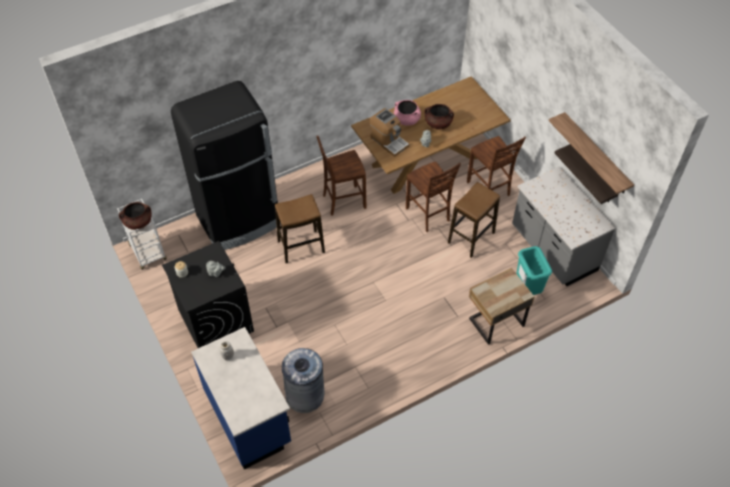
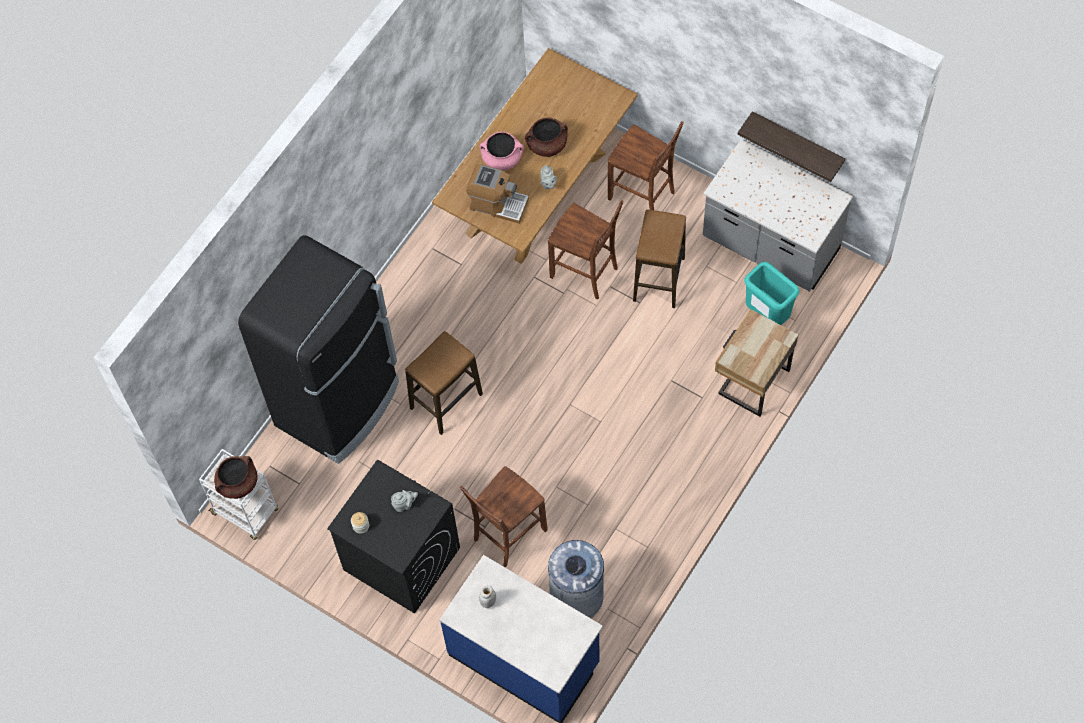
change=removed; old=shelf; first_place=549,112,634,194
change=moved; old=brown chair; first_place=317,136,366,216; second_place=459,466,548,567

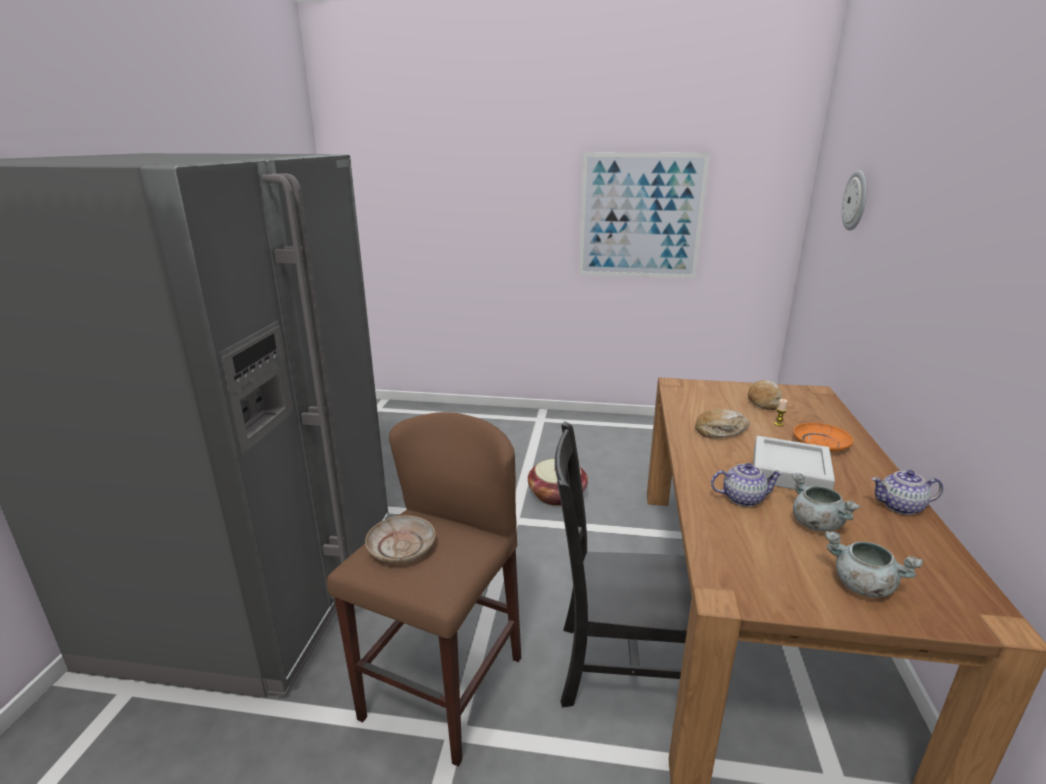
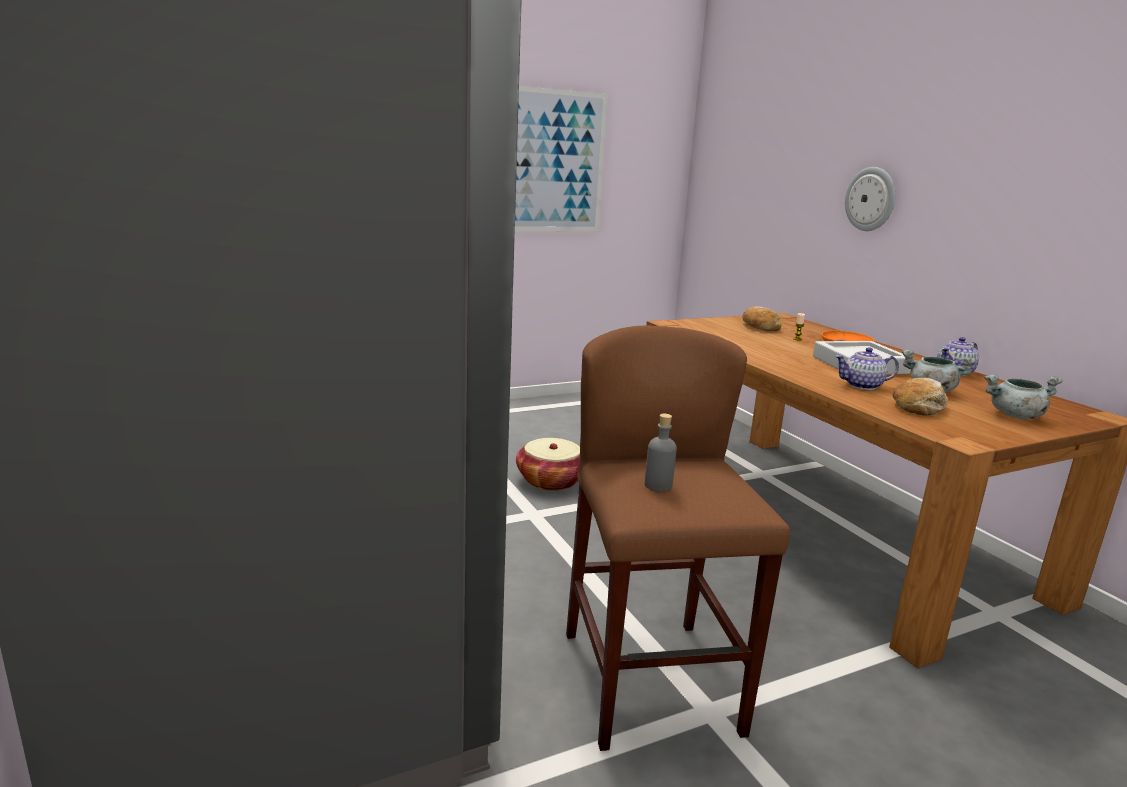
change=moved; old=wall clock; first_place=842,170,867,231; second_place=845,167,895,231
change=moved; old=bread; first_place=695,409,749,438; second_place=893,377,948,416
change=removed; old=black chair; first_place=555,421,692,707
change=turned; old=teapot; first_place=711,463,783,506; second_place=835,347,899,390; degrees=-150
change=replaced; old=beige plate; new=grey bottle; first_place=365,515,436,563; second_place=644,414,677,492

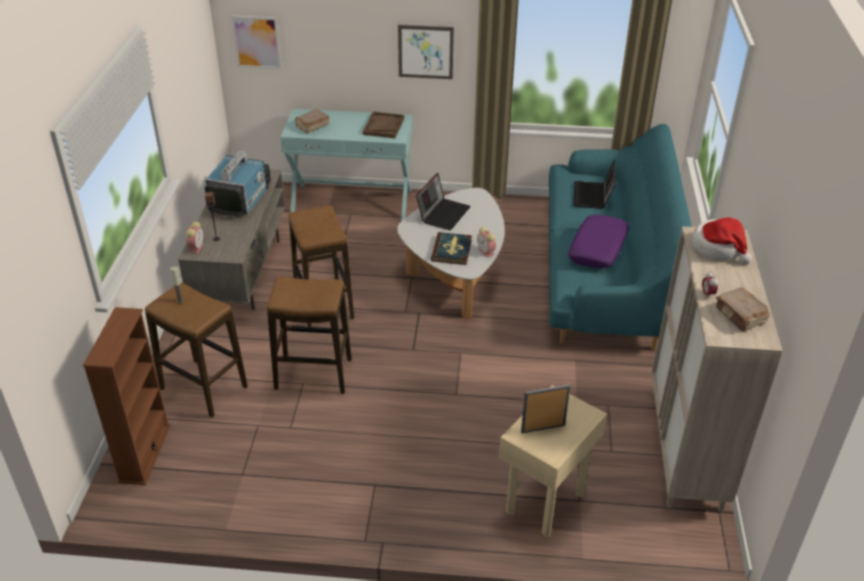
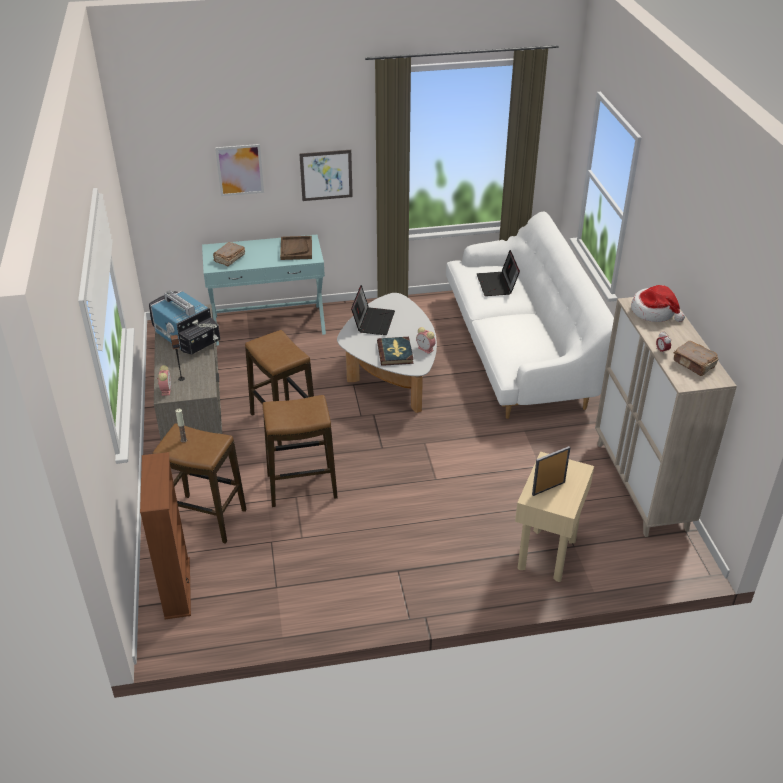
change=moved; old=picture; first_place=231,15,282,69; second_place=215,144,264,196
change=recoloured; old=turquoise sofa; new=white sofa; first_place=549,124,692,350; second_place=446,212,614,419
change=turned; old=television; first_place=205,151,271,217; second_place=149,290,220,354; degrees=135
change=removed; old=purple pillow; first_place=568,215,629,268

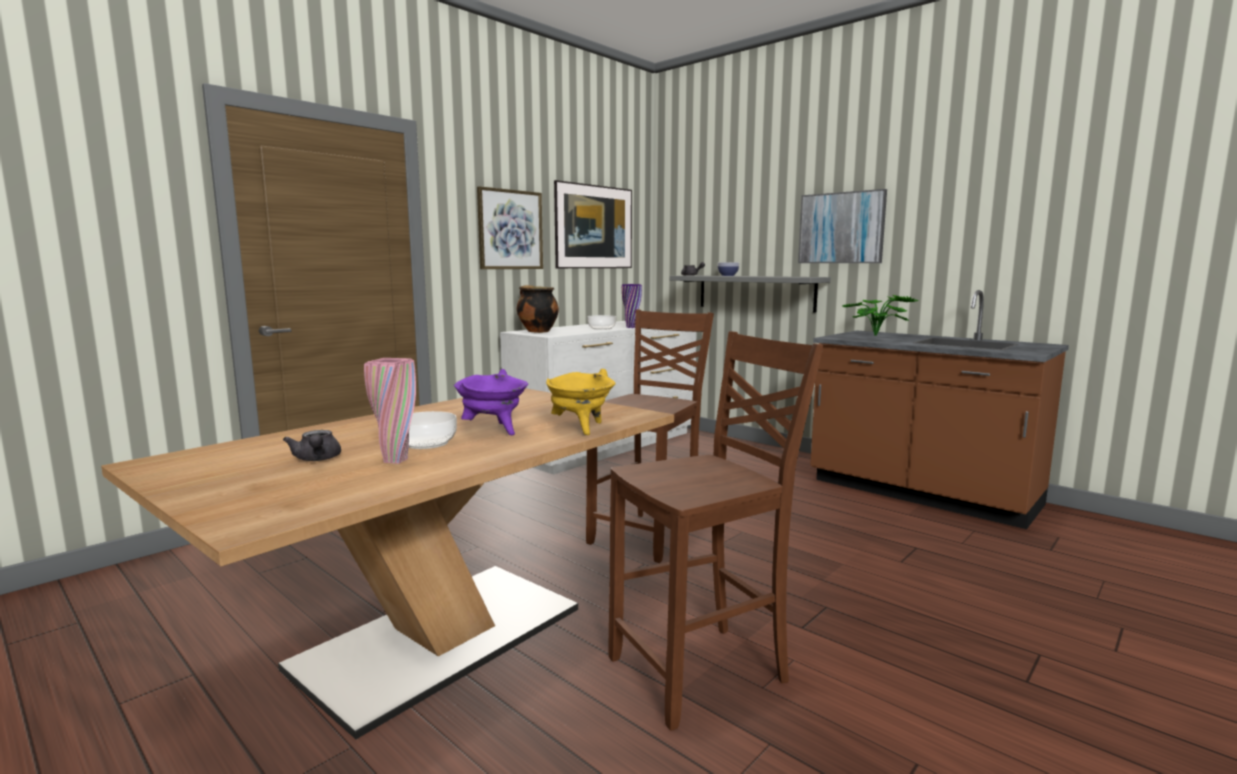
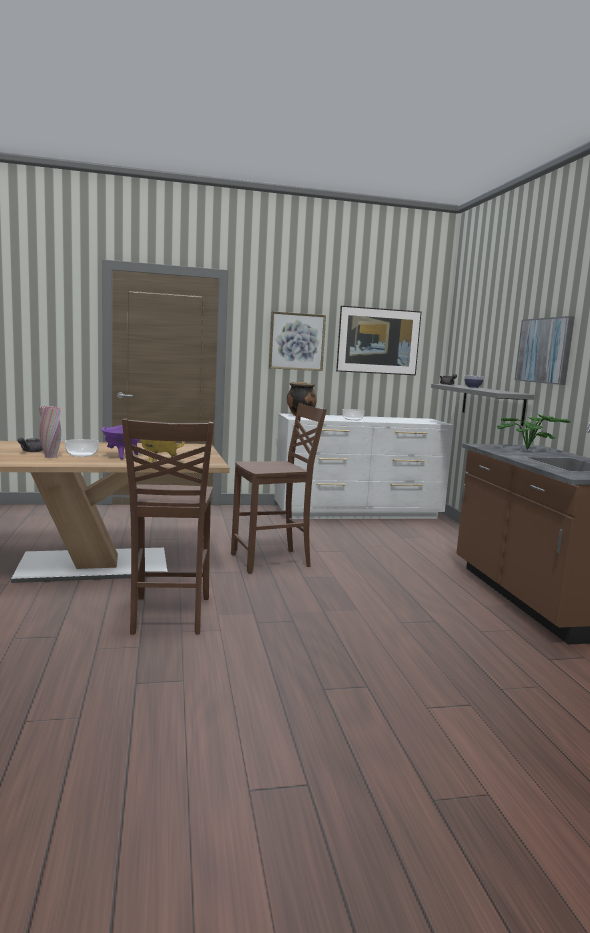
change=removed; old=purple vase; first_place=622,284,642,328
change=turned; old=brown chair; first_place=609,331,823,731; second_place=122,418,214,635; degrees=75

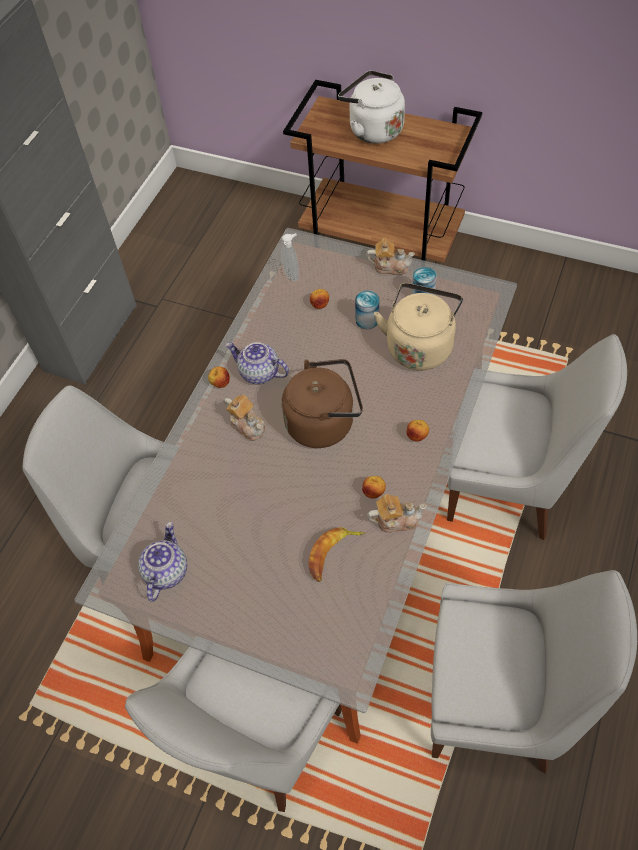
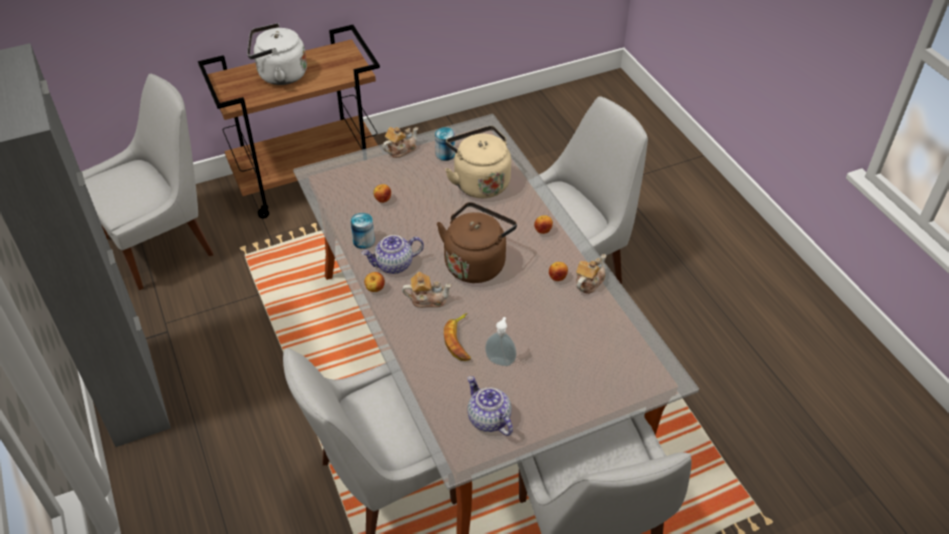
change=moved; old=soap dispenser; first_place=281,233,299,282; second_place=485,317,517,366
change=moved; old=can; first_place=355,290,379,329; second_place=350,213,375,249
change=moved; old=banana; first_place=308,527,366,582; second_place=444,313,471,361
change=moved; old=white chair; first_place=431,570,637,774; second_place=82,74,213,290

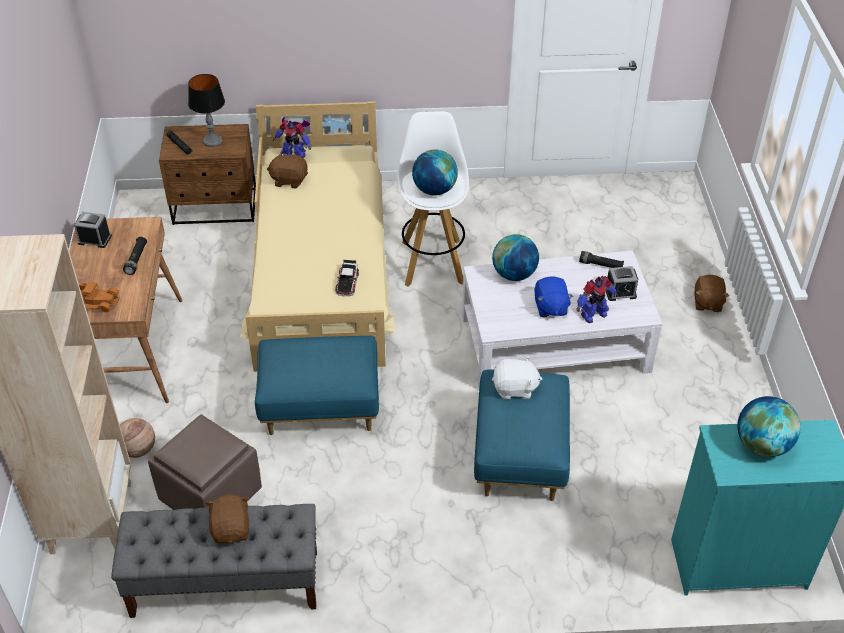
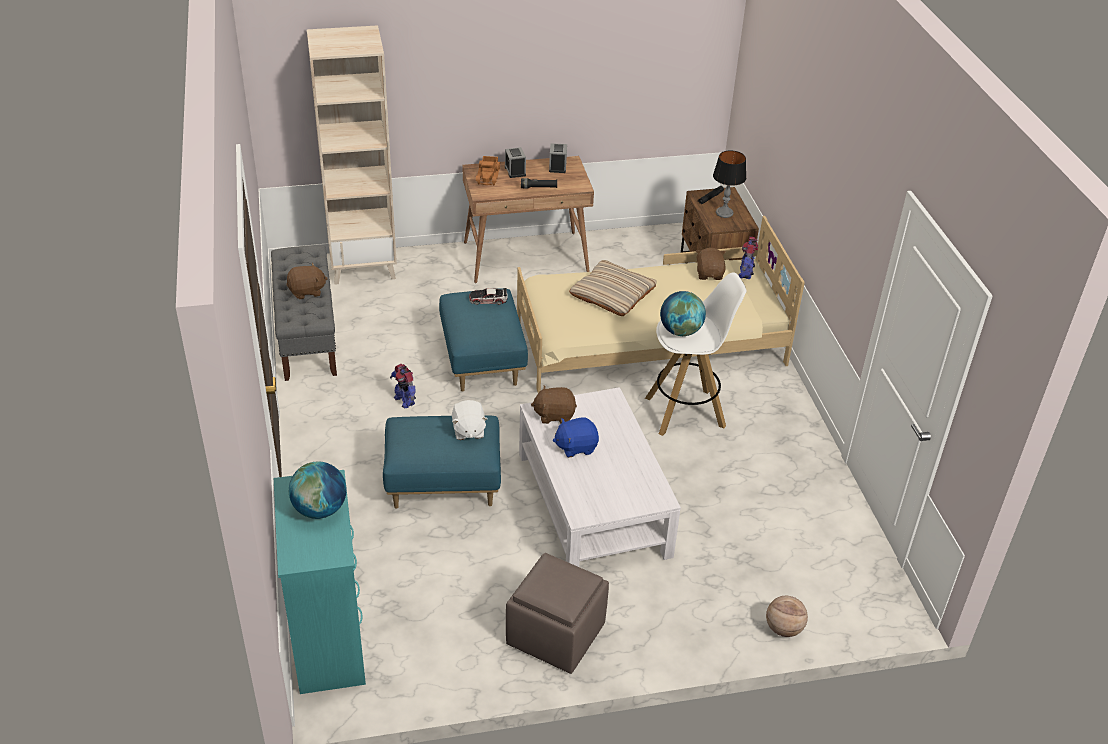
change=removed; old=globe; first_place=492,234,539,281
change=removed; old=black flashlight; first_place=579,251,624,268
change=moved; old=toy car; first_place=336,260,359,296; second_place=469,288,508,305
change=moved; old=alarm clock; first_place=605,266,638,301; second_place=505,147,526,178
change=moved; old=brown plush toy; first_place=694,275,729,312; second_place=531,385,577,424
change=moved; old=toy robot; first_place=577,276,618,323; second_place=390,364,416,408
change=moved; old=brown ottoman; first_place=148,414,262,510; second_place=506,553,609,674
change=moved; old=basketball; first_place=120,418,155,458; second_place=766,596,808,637
change=added; new=beige pillow; second_place=569,260,657,316

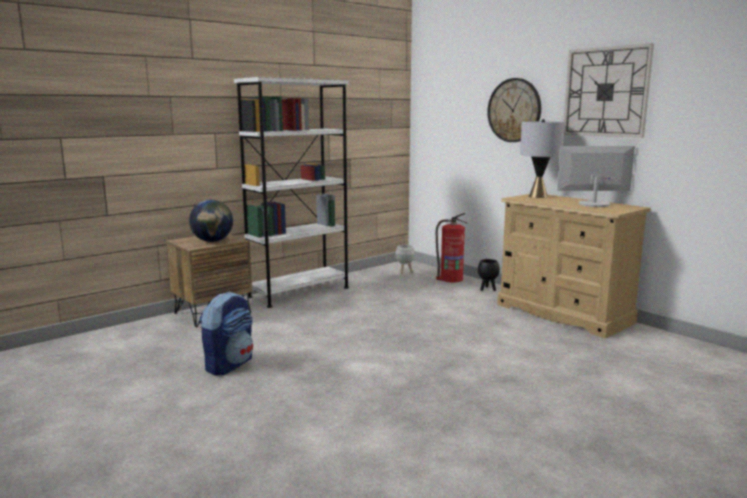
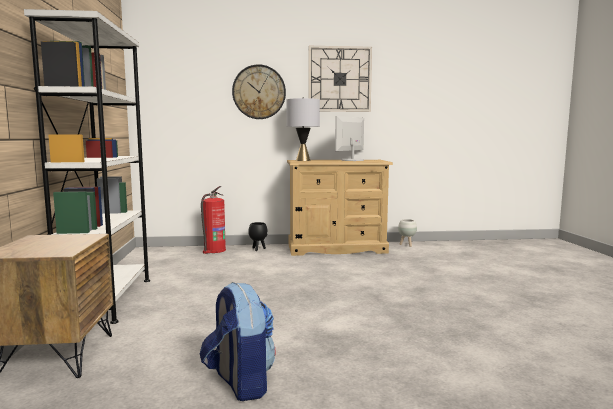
change=removed; old=globe; first_place=189,200,233,242
change=moved; old=white planter; first_place=395,245,415,274; second_place=398,219,417,247

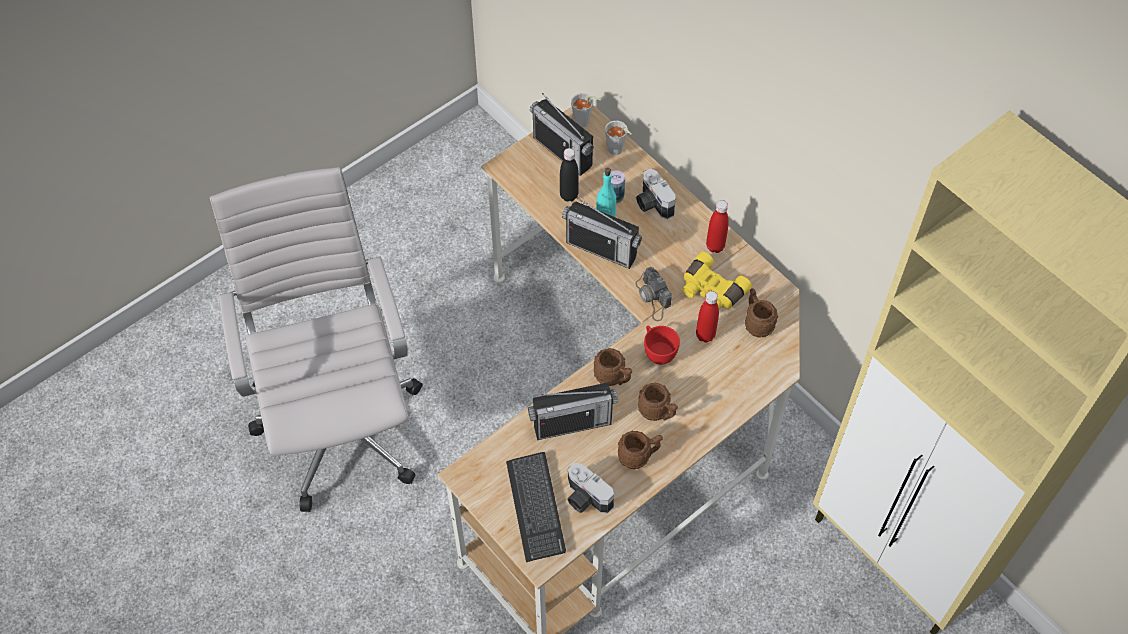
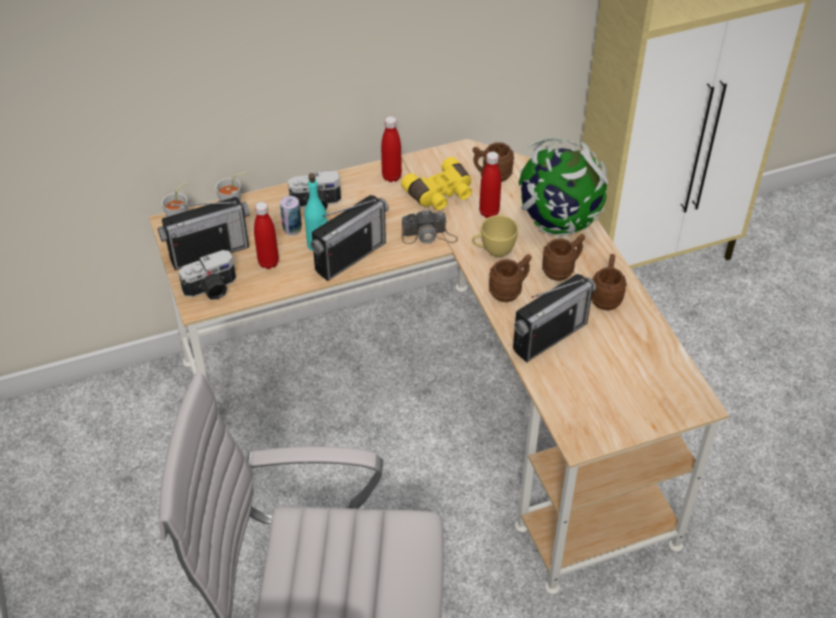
change=recoloured; old=black bottle; new=red bottle; first_place=560,148,579,202; second_place=254,202,279,269
change=recoloured; old=red cup; new=yellow cup; first_place=644,326,680,365; second_place=472,215,518,257
change=turned; old=radio; first_place=528,383,618,440; second_place=513,274,596,363; degrees=45
change=removed; old=keyboard; first_place=506,452,566,562
change=moved; old=photo camera; first_place=567,463,614,513; second_place=178,250,236,300
change=added; new=globe; second_place=519,137,608,236

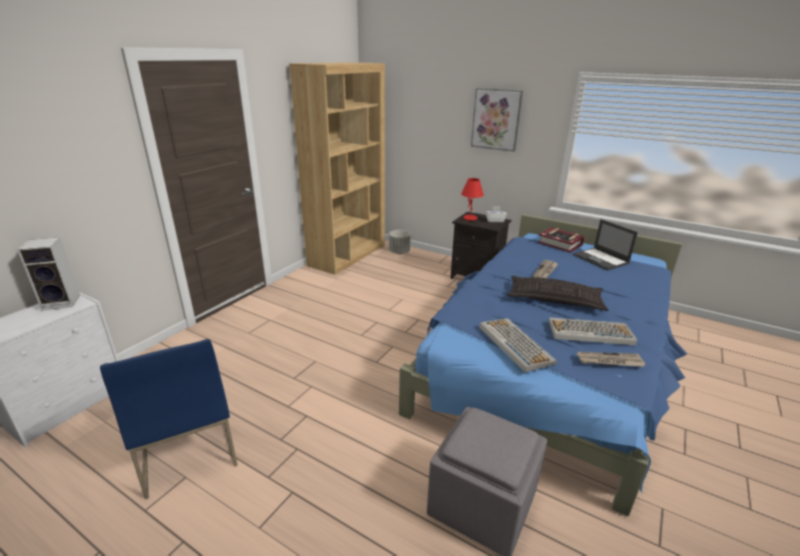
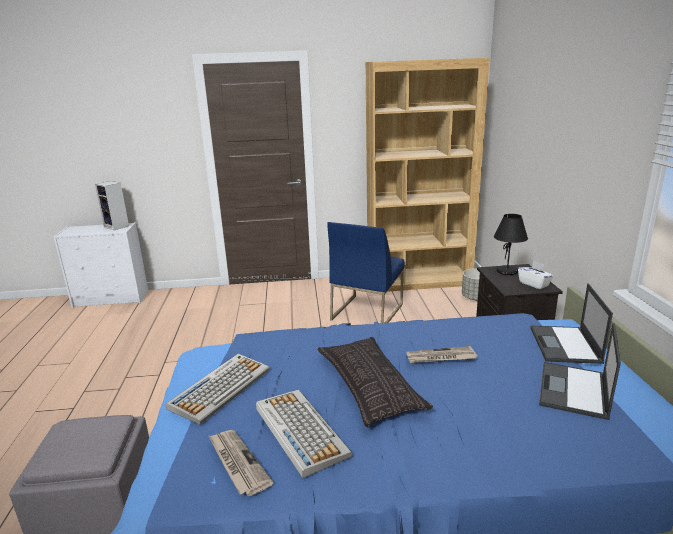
change=removed; old=picture; first_place=471,88,523,152
change=recoloured; old=red table lamp; new=black table lamp; first_place=461,178,484,221; second_place=494,214,528,275
change=replaced; old=book; new=laptop; first_place=537,228,585,253; second_place=531,283,613,364
change=moved; old=blue chair; first_place=100,339,238,499; second_place=327,222,405,324

